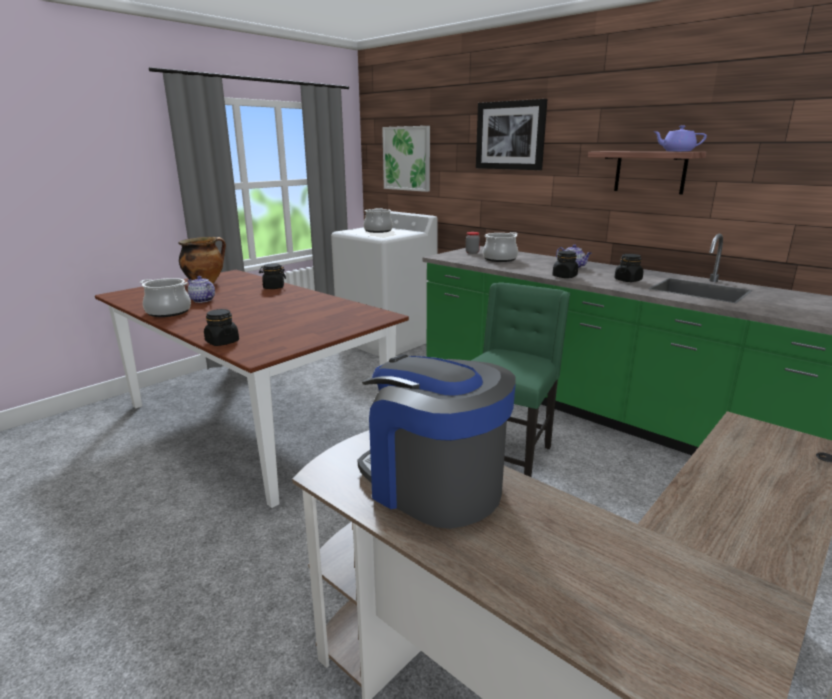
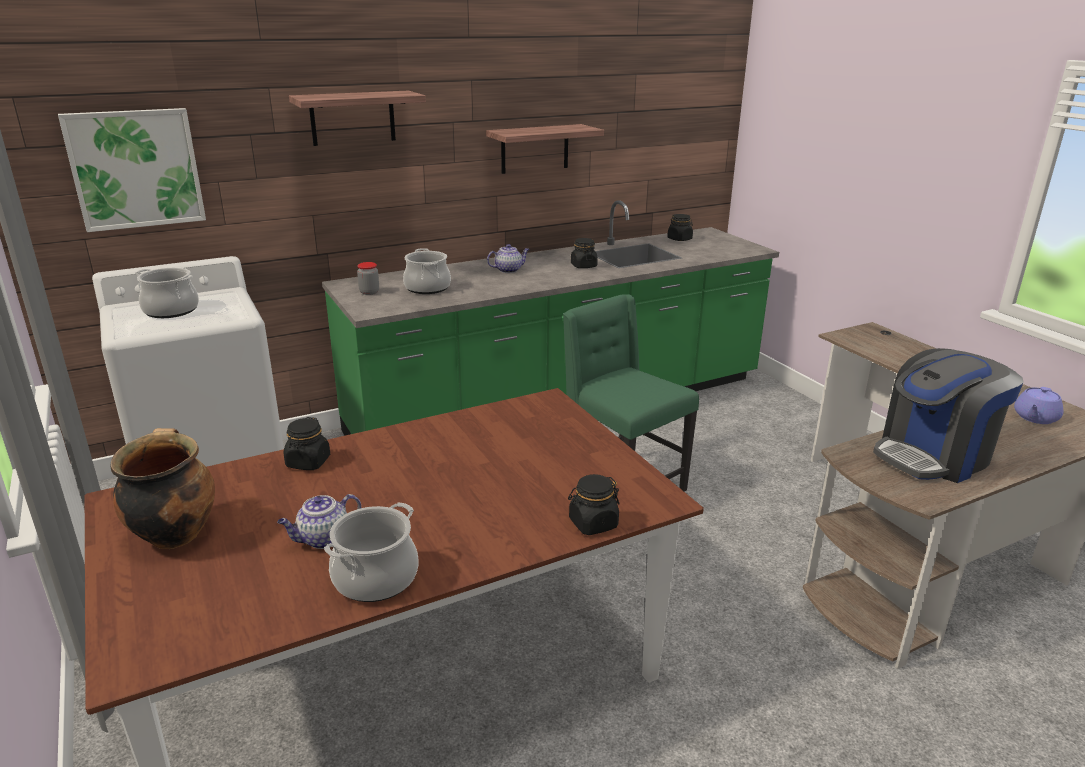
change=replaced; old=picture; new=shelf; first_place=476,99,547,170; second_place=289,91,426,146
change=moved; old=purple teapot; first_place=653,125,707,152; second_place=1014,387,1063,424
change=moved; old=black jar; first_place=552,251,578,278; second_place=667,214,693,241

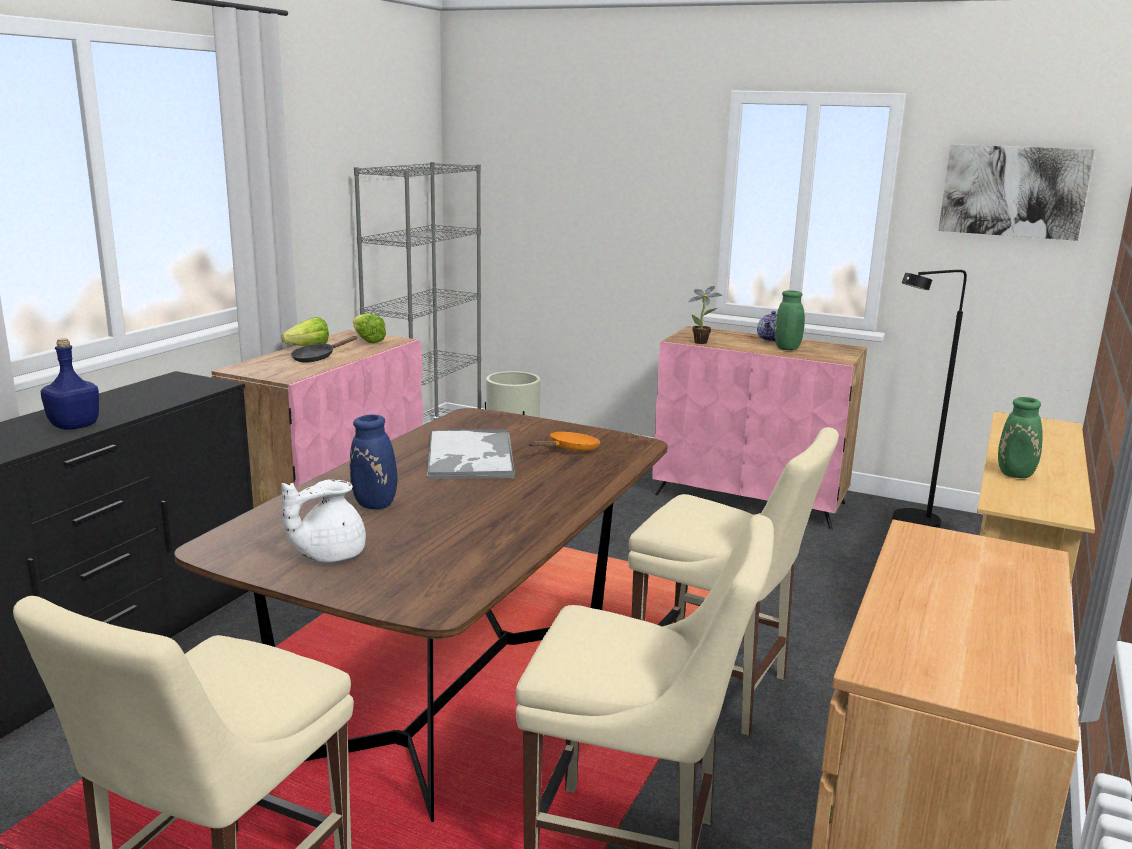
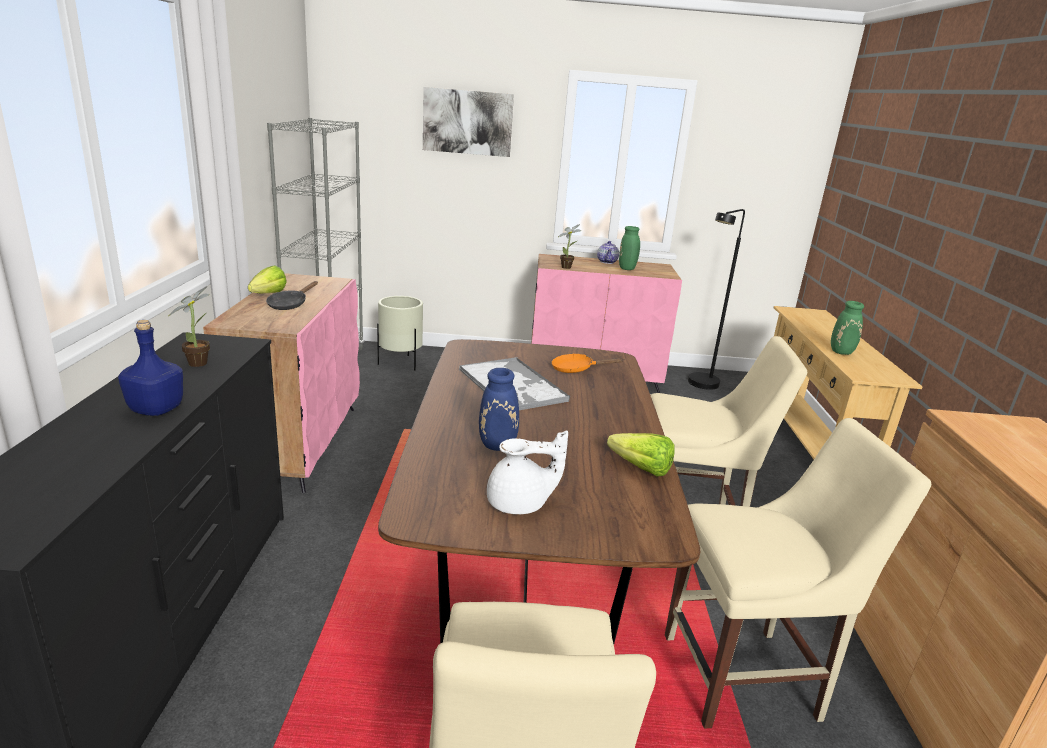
change=moved; old=picture; first_place=938,144,1095,241; second_place=423,87,514,157
change=moved; old=lettuce; first_place=353,313,386,343; second_place=607,433,675,477
change=turned; old=orange frying pan; first_place=529,432,601,451; second_place=551,353,623,373; degrees=-105
change=turned; old=white teapot; first_place=281,479,366,562; second_place=487,431,568,514; degrees=-120
change=added; new=potted plant; second_place=169,286,210,367

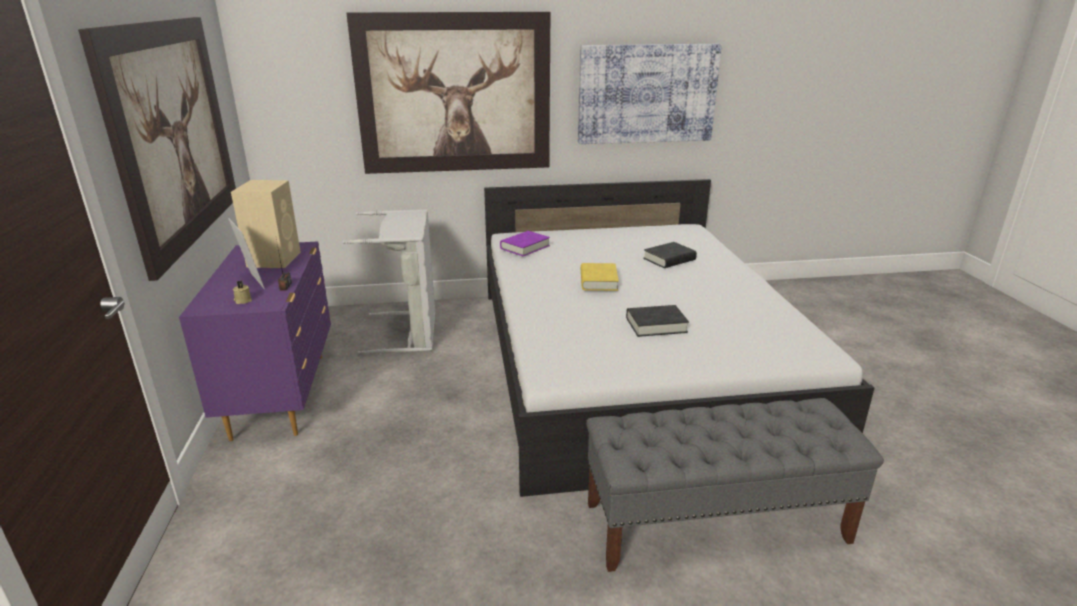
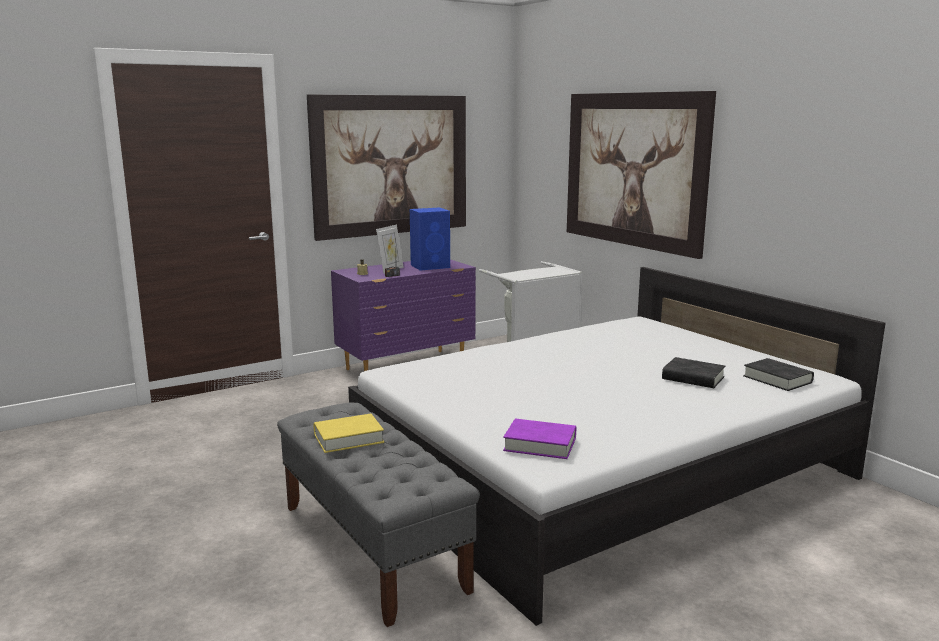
change=removed; old=picture; first_place=578,44,722,144
change=recoloured; old=beige speaker; new=blue speaker; first_place=231,180,301,268; second_place=410,207,450,271
change=moved; old=purple book; first_place=500,231,550,256; second_place=503,419,576,459
change=moved; old=yellow book; first_place=581,263,619,291; second_place=314,413,384,453
change=moved; old=black book; first_place=626,305,689,337; second_place=743,358,814,391

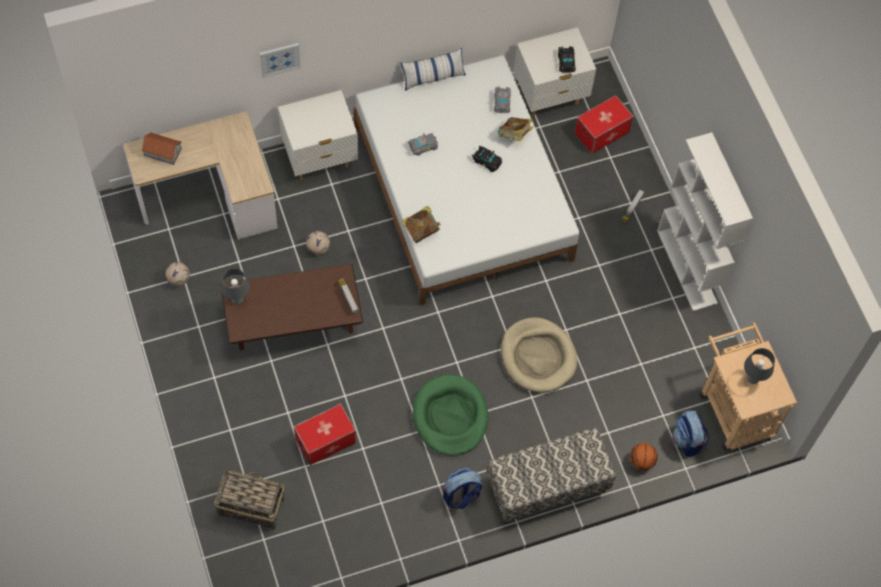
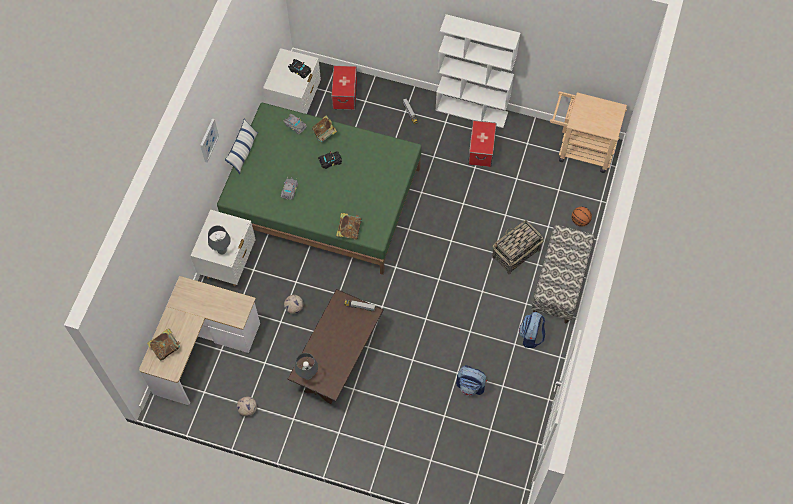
change=moved; old=picture; first_place=260,43,301,78; second_place=200,118,219,163
change=recoloured; old=white bed; new=green bed; first_place=353,55,579,306; second_place=217,103,422,275
change=replaced; old=toy house; new=book; first_place=141,132,182,165; second_place=147,328,180,360
change=removed; old=beige dog bed; first_place=501,317,577,393
change=moved; old=grey table lamp; first_place=744,348,775,384; second_place=208,225,231,254
change=removed; old=green dog bed; first_place=413,374,488,456
change=moved; old=storage box; first_place=294,403,356,465; second_place=468,120,496,167
change=moved; old=backpack; first_place=672,410,709,457; second_place=456,365,487,396
change=moved; old=basket; first_place=214,470,285,530; second_place=492,220,544,274

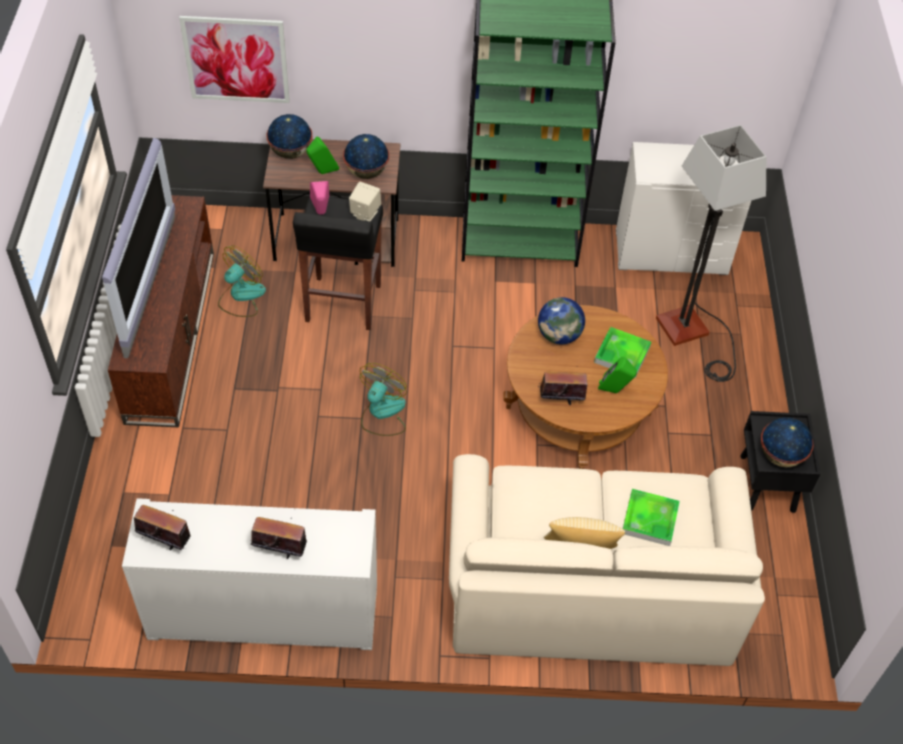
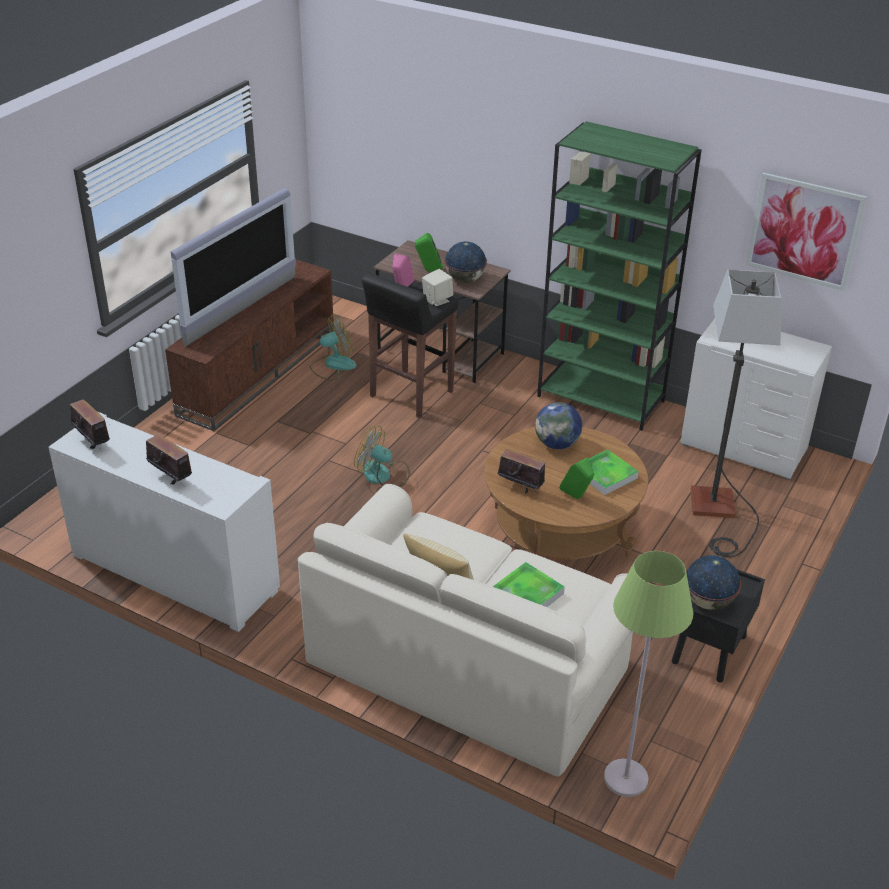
change=moved; old=picture; first_place=179,16,290,103; second_place=746,173,867,291
change=removed; old=globe; first_place=266,114,312,159
change=turned; old=fan; first_place=360,363,407,436; second_place=354,426,410,487; degrees=-120
change=added; new=green floor lamp; second_place=604,551,693,797

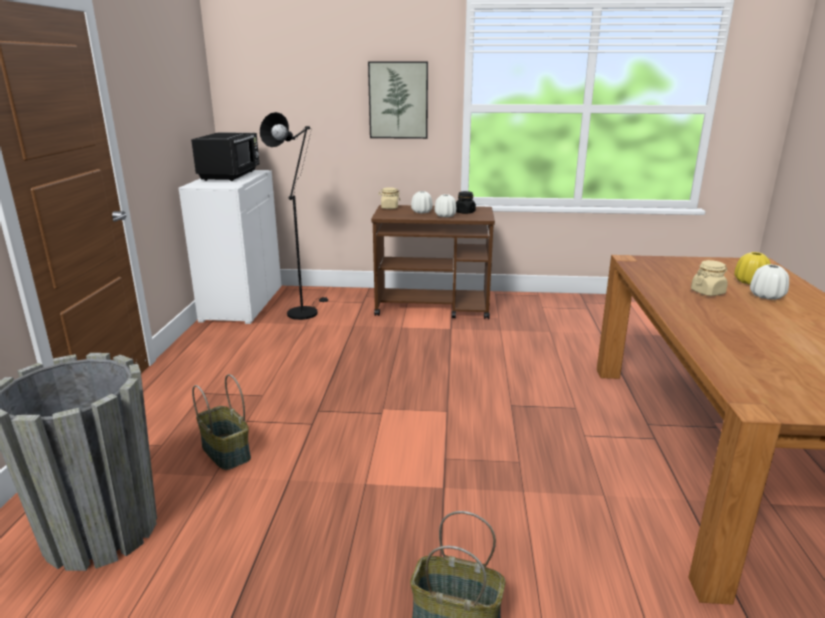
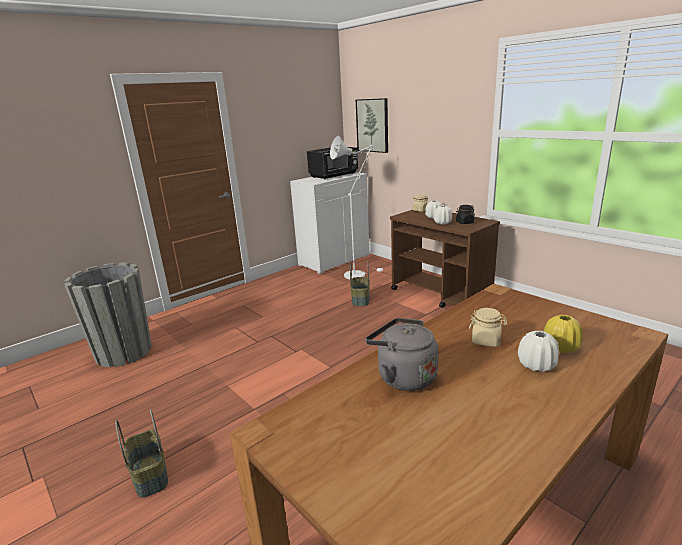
change=moved; old=picture; first_place=368,62,428,139; second_place=356,98,388,153
change=recoloured; old=black floor lamp; new=white floor lamp; first_place=260,112,328,320; second_place=330,136,384,279
change=moved; old=basket; first_place=192,374,251,470; second_place=350,261,370,306
change=added; new=grey kettle; second_place=366,318,438,391

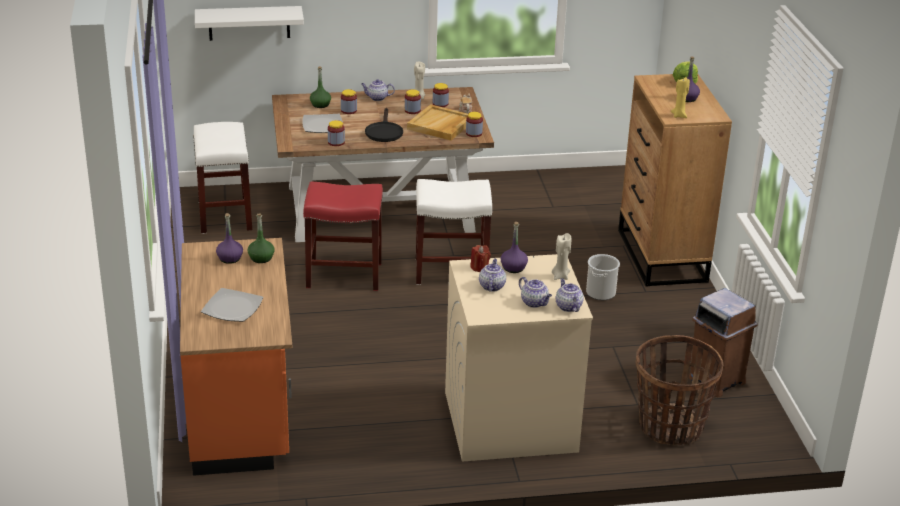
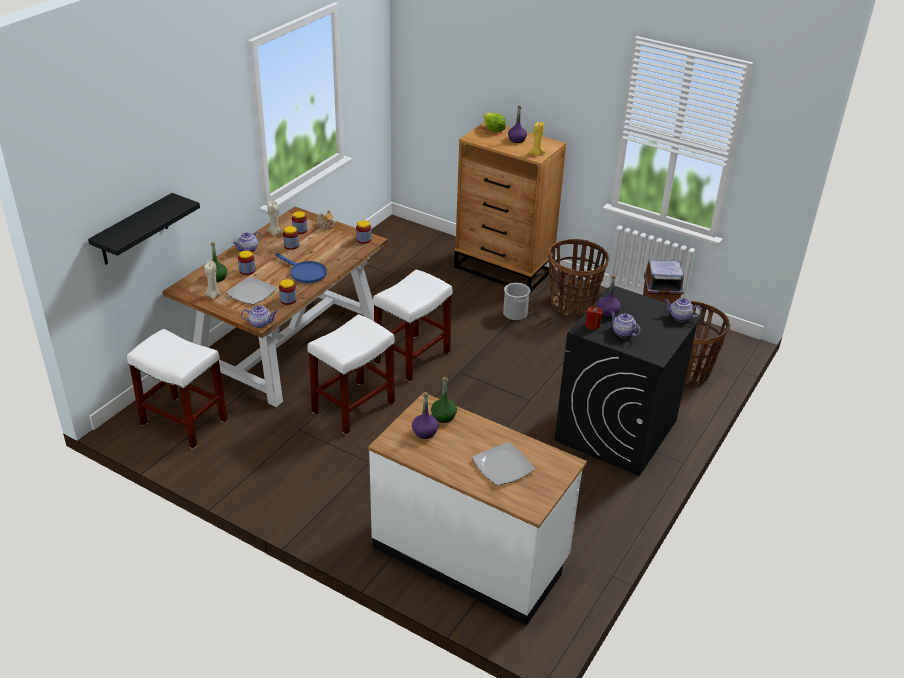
change=recoloured; old=white shelf; new=black shelf; first_place=195,6,304,41; second_place=88,193,200,265
change=removed; old=beige tray; first_place=407,104,468,141
change=recoloured; old=black frying pan; new=blue frying pan; first_place=365,108,403,142; second_place=275,253,327,283
change=recoloured; old=red stool; new=white stool; first_place=303,182,383,291; second_place=307,314,395,435
change=moved; old=beige candle; first_place=552,233,571,280; second_place=204,260,221,299
change=recoloured; old=orange counter; new=white counter; first_place=180,238,292,476; second_place=368,392,587,626
change=recoloured; old=beige washing machine; new=black washing machine; first_place=445,254,593,462; second_place=554,286,702,476
change=moved; old=teapot; first_place=519,277,552,308; second_place=241,305,278,328
change=added; new=basket; second_place=548,239,609,316

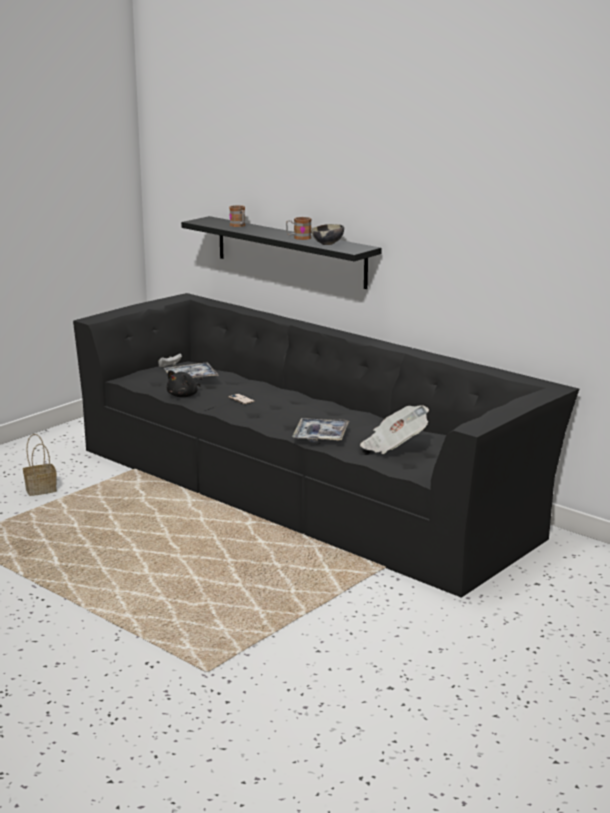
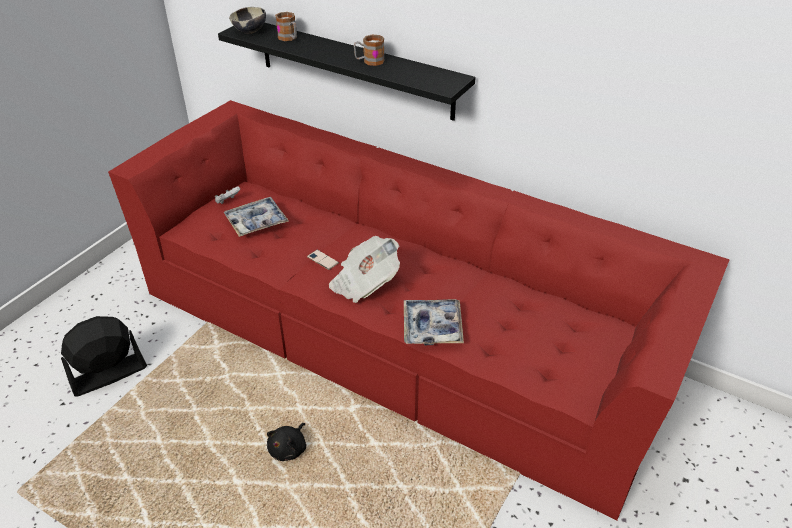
change=moved; old=bowl; first_place=311,224,344,245; second_place=229,7,266,34
change=recoloured; old=black sofa; new=red sofa; first_place=73,293,579,598; second_place=108,100,730,520
change=moved; old=black plush toy; first_place=166,370,201,397; second_place=267,423,306,461
change=moved; old=newspaper; first_place=360,405,429,454; second_place=329,236,400,303
change=replaced; old=basket; new=black fan; first_place=23,434,57,496; second_place=61,316,147,397

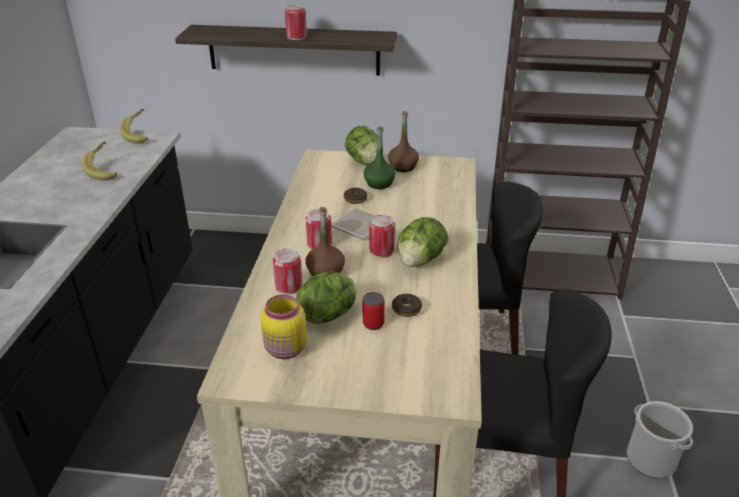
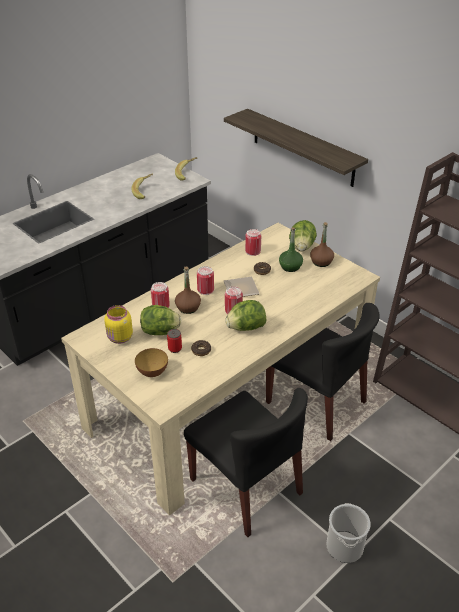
change=moved; old=can; first_place=285,5,307,40; second_place=245,229,261,256
change=added; new=bowl; second_place=135,348,168,377

